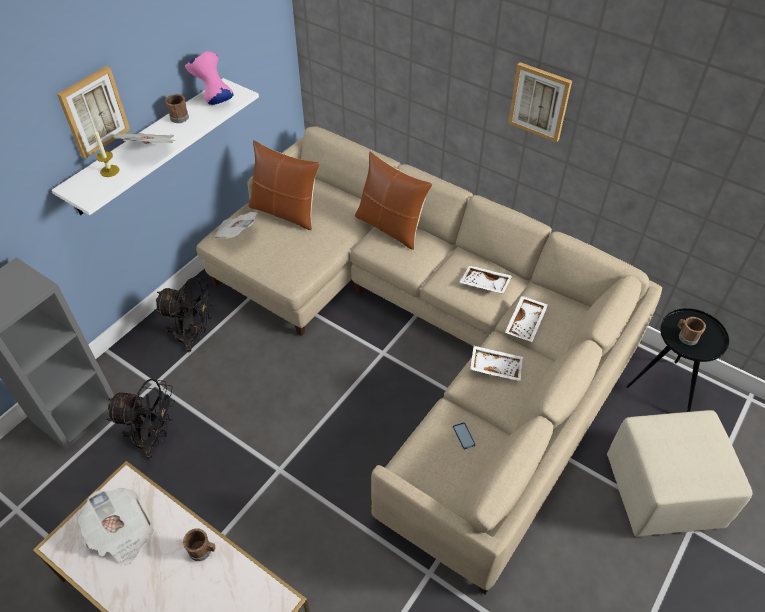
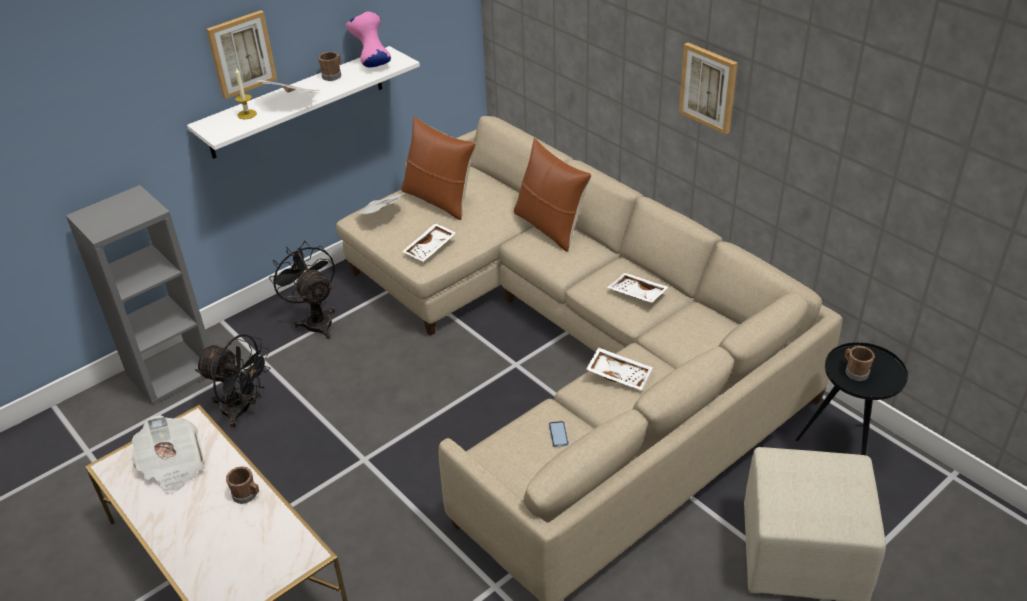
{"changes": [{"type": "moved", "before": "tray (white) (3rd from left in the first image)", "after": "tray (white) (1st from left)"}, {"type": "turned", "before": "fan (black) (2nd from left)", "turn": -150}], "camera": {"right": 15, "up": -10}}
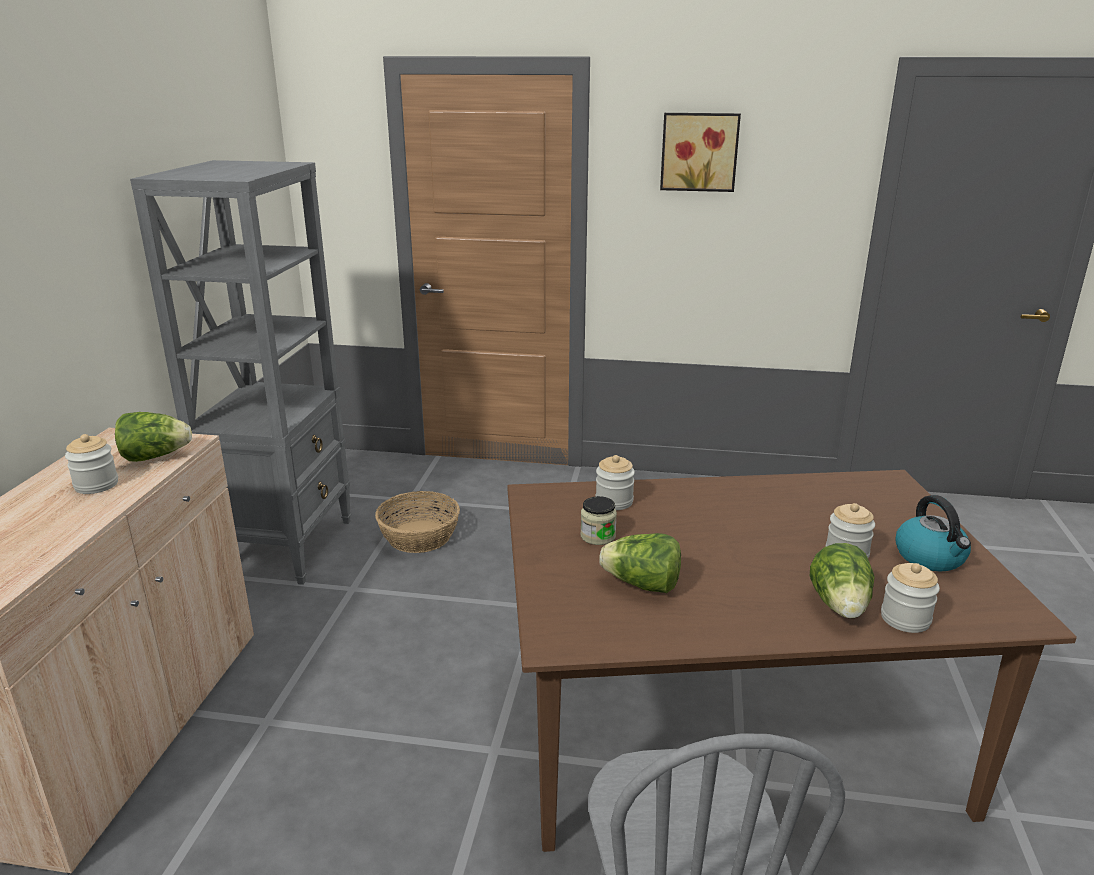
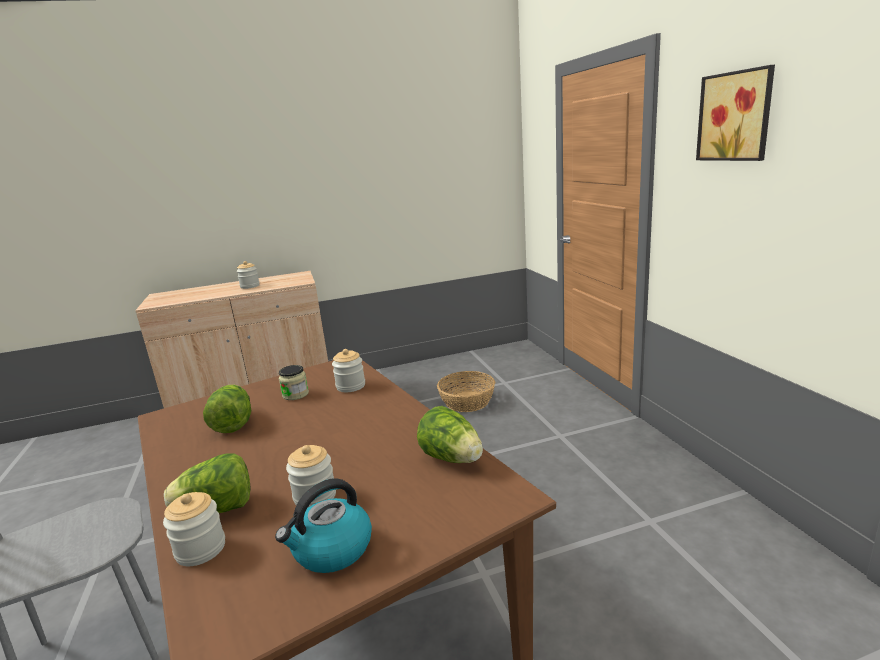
{"changes": [{"type": "removed", "before": "bookcase (grey)"}, {"type": "moved", "before": "lettuce (1st from left in the first image)", "after": "lettuce (3rd from left)"}], "camera": {"right": 65, "up": -5}}
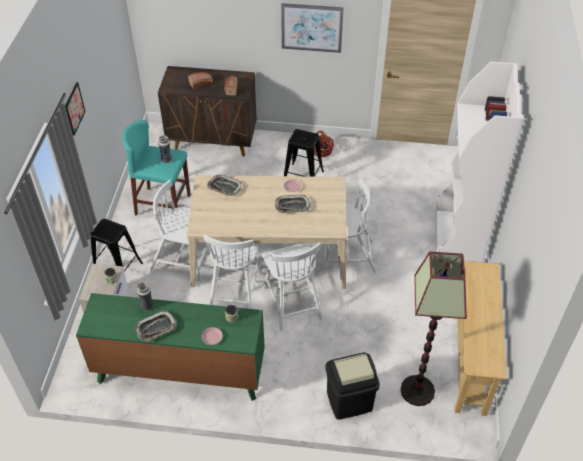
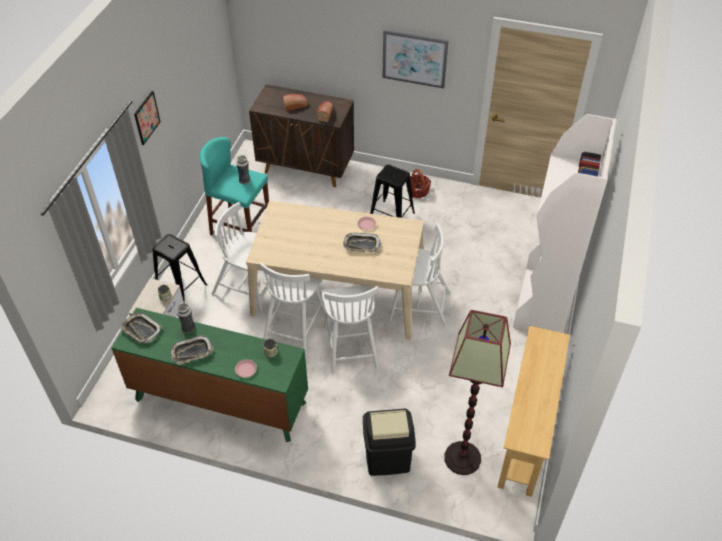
{"changes": [{"type": "moved", "before": "tray (2nd from left in the first image)", "after": "tray (1st from left)"}], "camera": {"right": 10, "up": 0}}
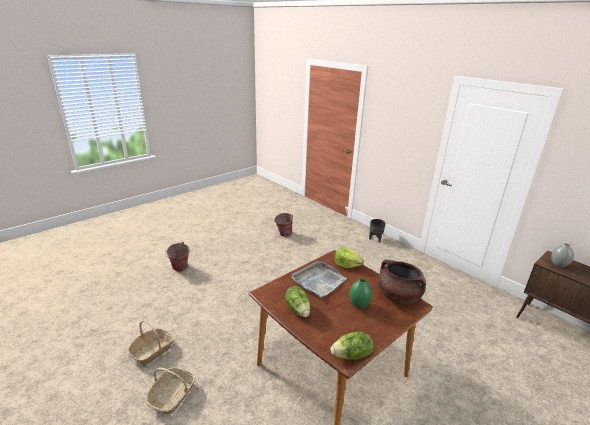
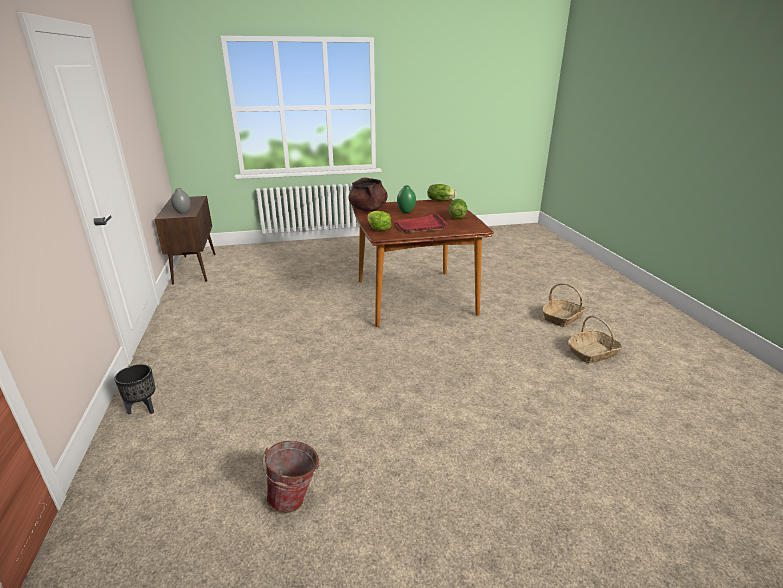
{"changes": [{"type": "removed", "before": "bucket (1st from left)"}, {"type": "recoloured", "before": "tray (grey)", "after": "tray (red)"}], "camera": {"right": -150, "up": 0}}
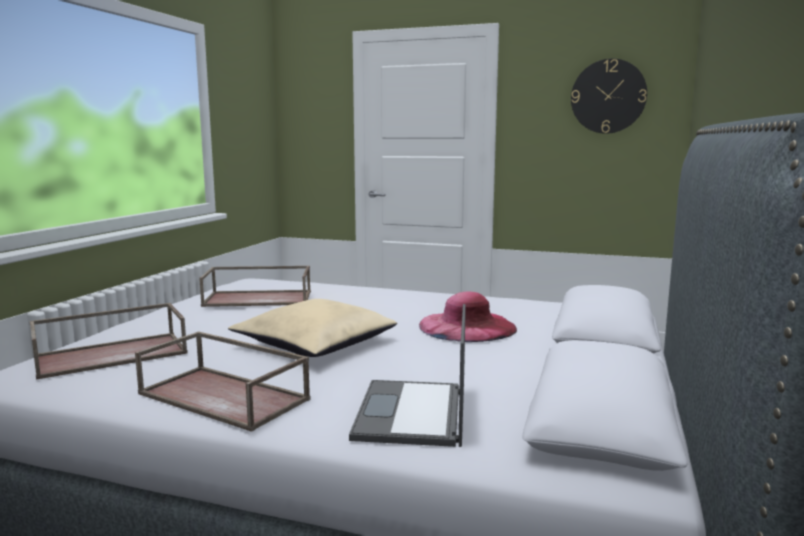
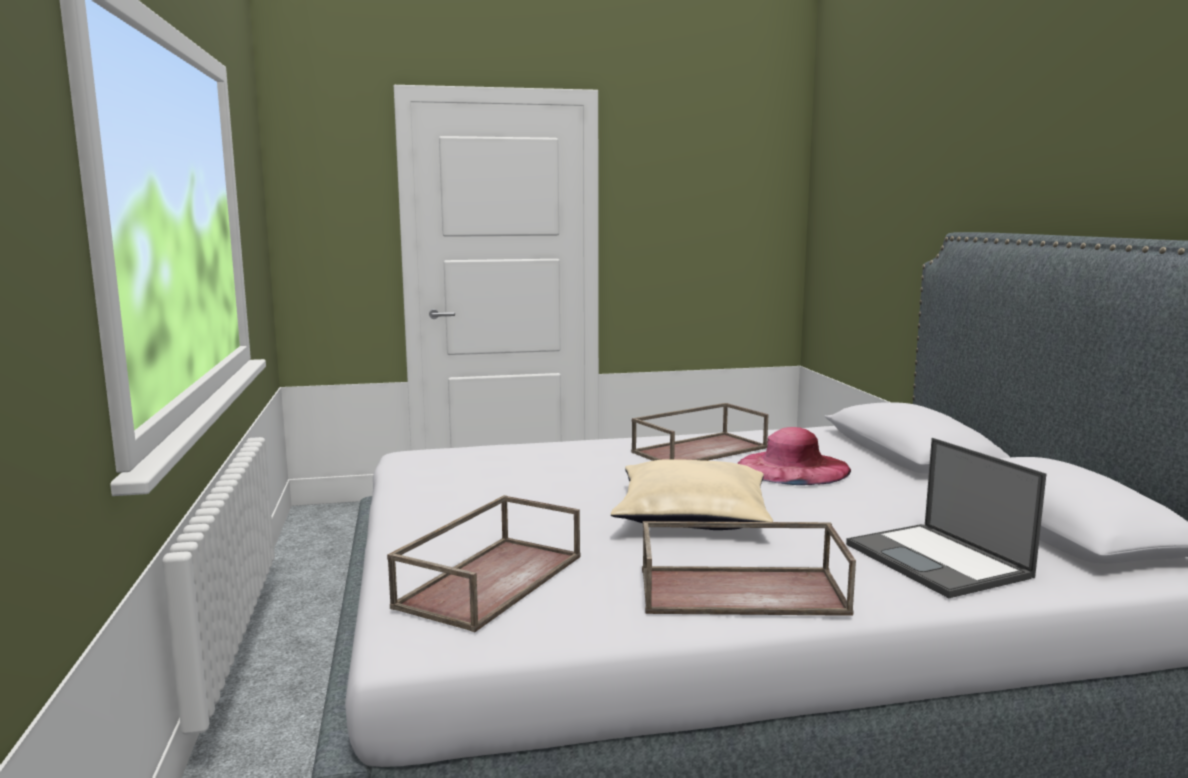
{"changes": [{"type": "removed", "before": "wall clock"}, {"type": "moved", "before": "tray (brown) (3rd from left in the first image)", "after": "tray (brown) (2nd from left)"}], "camera": {"right": -30, "up": 0}}
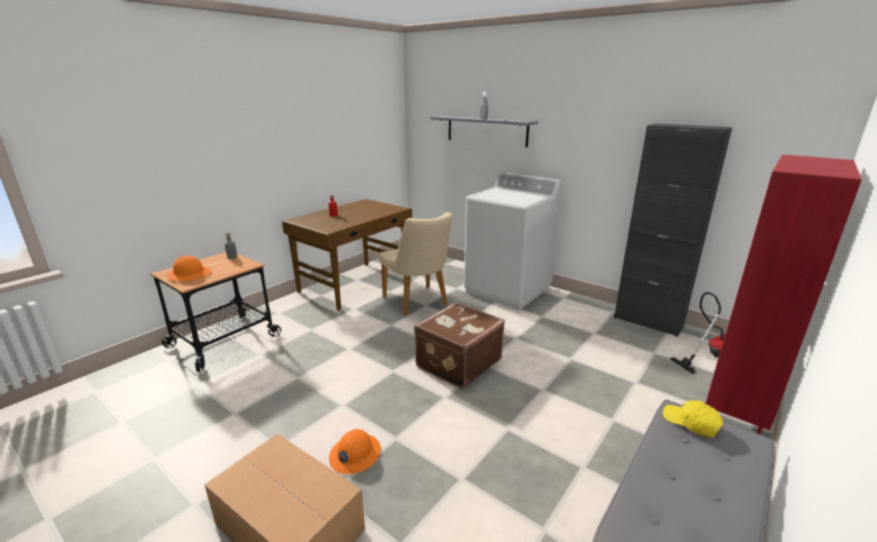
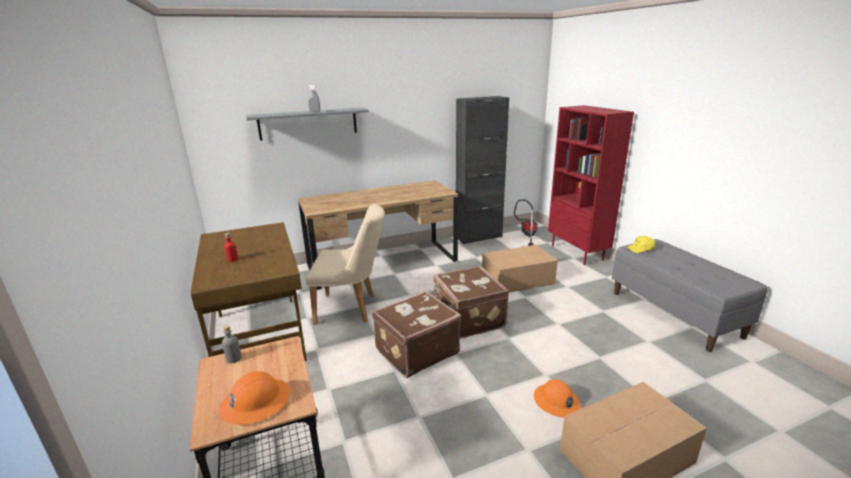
{"changes": [{"type": "added", "after": "suitcase (brown) (1st from left)"}, {"type": "added", "after": "cardboard box (1st from left)"}, {"type": "replaced", "before": "washing machine (white)", "after": "desk (brown) (2nd from left)"}], "camera": {"right": -60, "up": 0}}
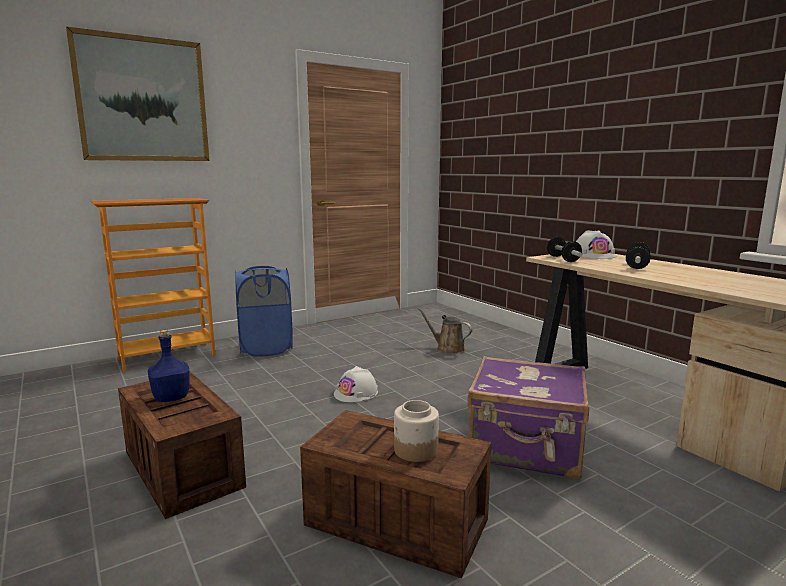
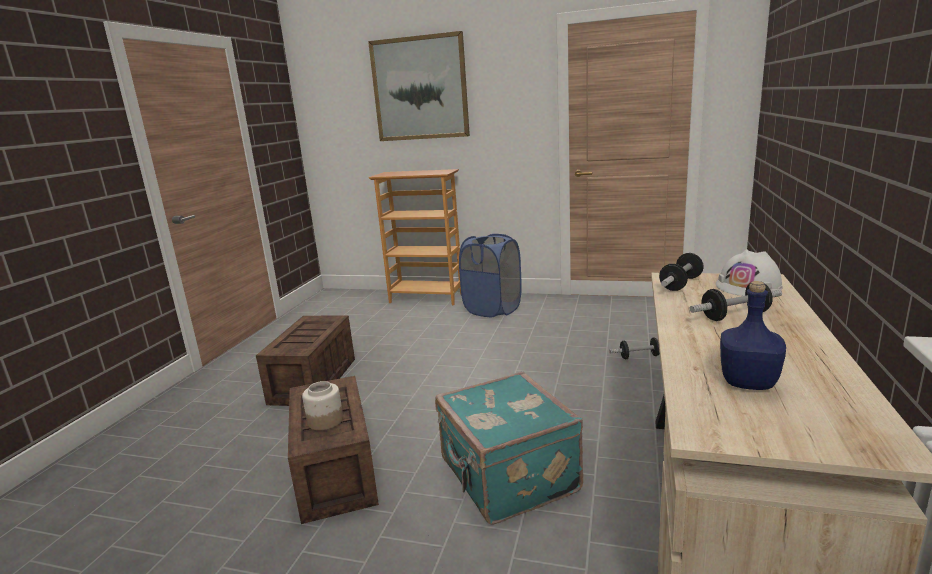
{"changes": [{"type": "removed", "before": "hard hat (white) (1st from left)"}, {"type": "moved", "before": "bottle (blue)"}, {"type": "replaced", "before": "watering can (brown)", "after": "dumbbell (1st from left)"}, {"type": "recoloured", "before": "suitcase (purple)", "after": "suitcase (turquoise)"}], "camera": {"right": 50, "up": 5}}
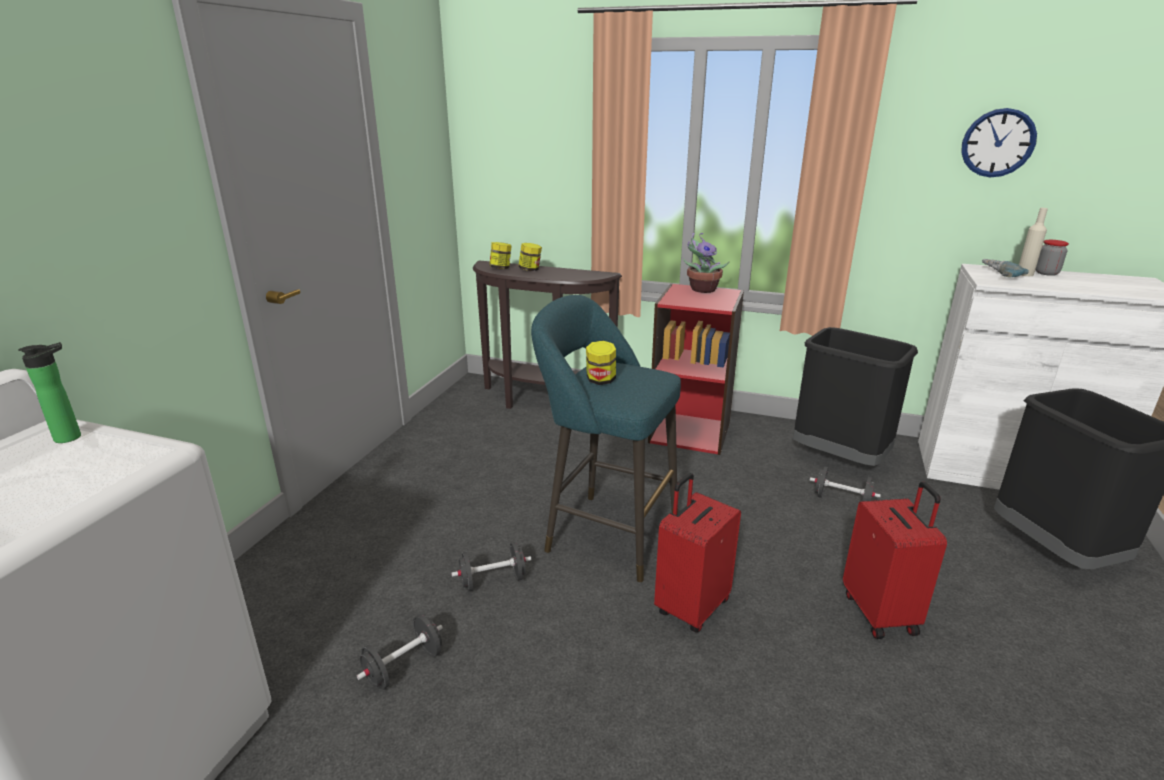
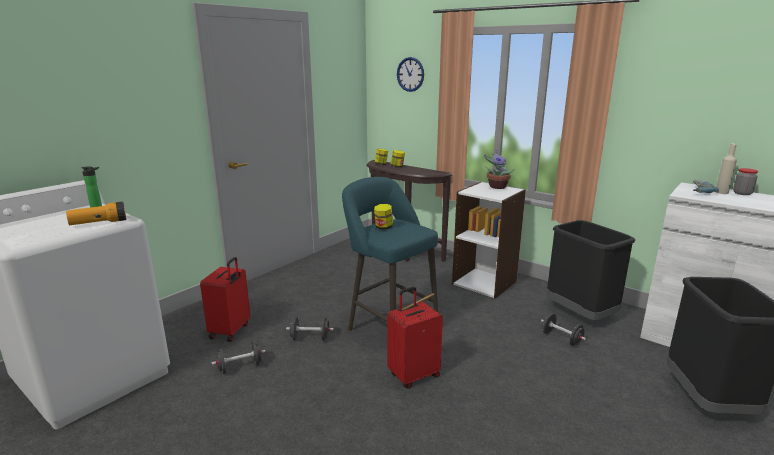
{"changes": [{"type": "added", "after": "flashlight"}, {"type": "moved", "before": "suitcase (red) (2nd from left in the first image)", "after": "suitcase (red) (1st from left)"}, {"type": "moved", "before": "wall clock"}, {"type": "recoloured", "before": "bookcase (red)", "after": "bookcase (white)"}], "camera": {"right": 20, "up": -5}}
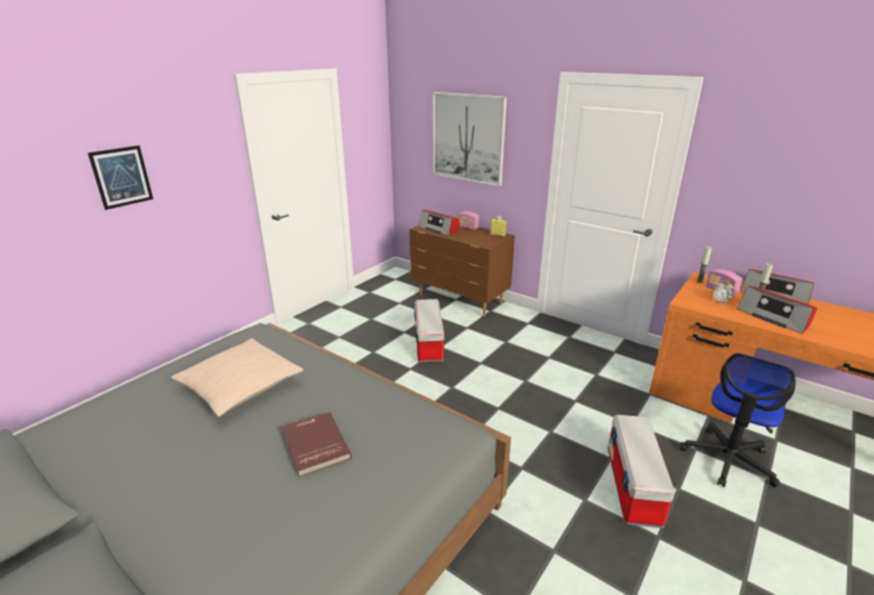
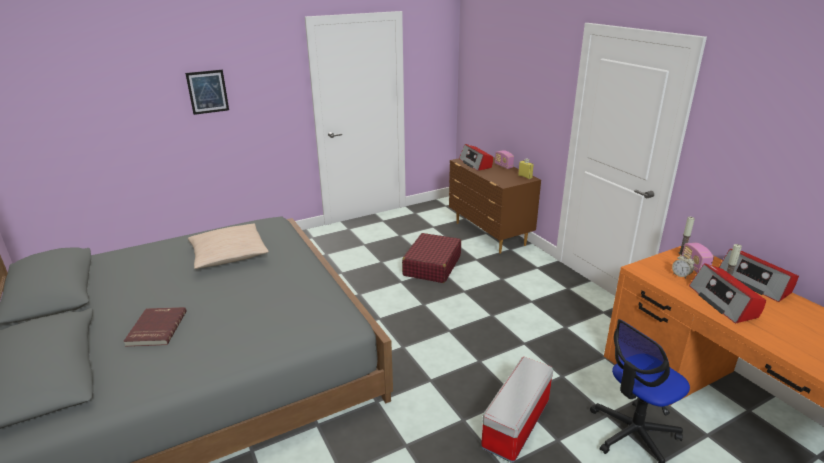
{"changes": [{"type": "removed", "before": "picture (2nd from left)"}, {"type": "moved", "before": "book (red)"}, {"type": "replaced", "before": "storage box (1st from left)", "after": "suitcase (red)"}], "camera": {"right": 25, "up": 0}}
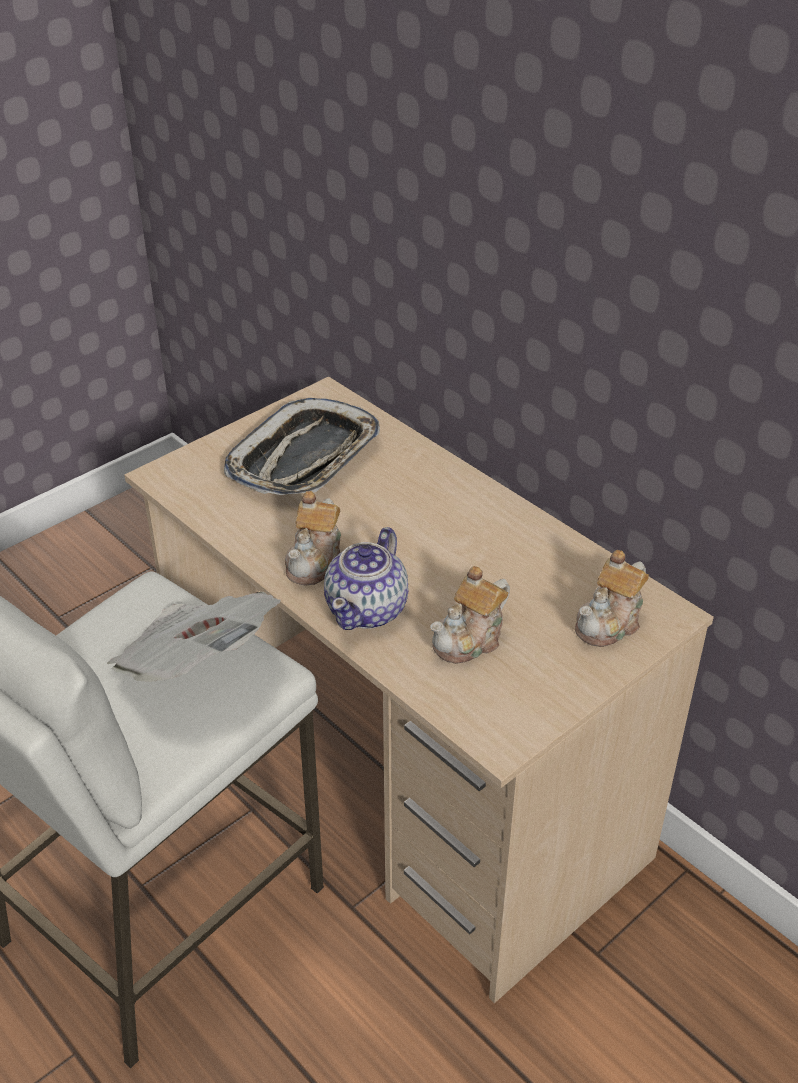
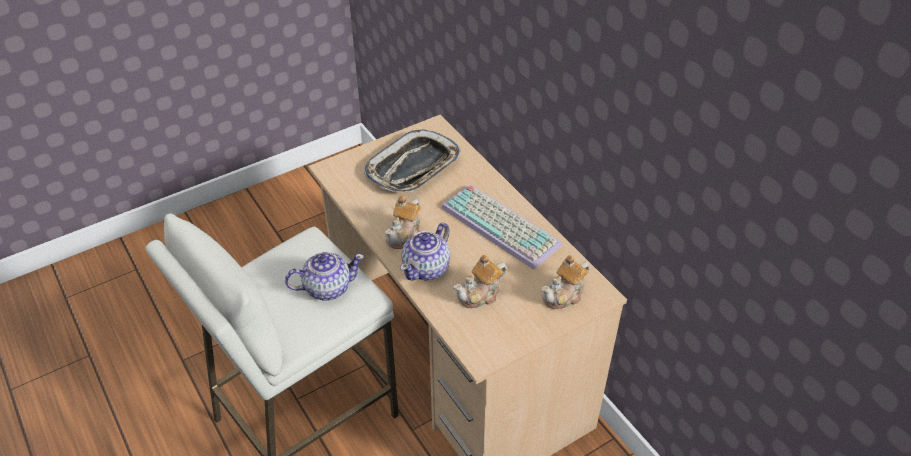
{"changes": [{"type": "added", "after": "keyboard"}, {"type": "replaced", "before": "newspaper", "after": "teapot (1st from left)"}], "camera": {"right": 10, "up": 5}}
